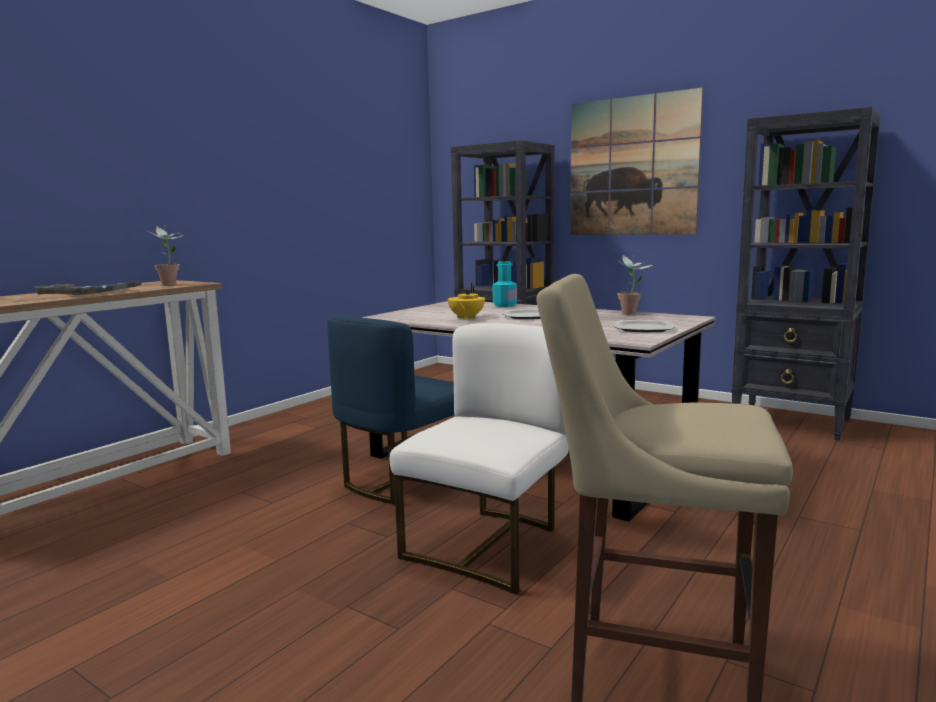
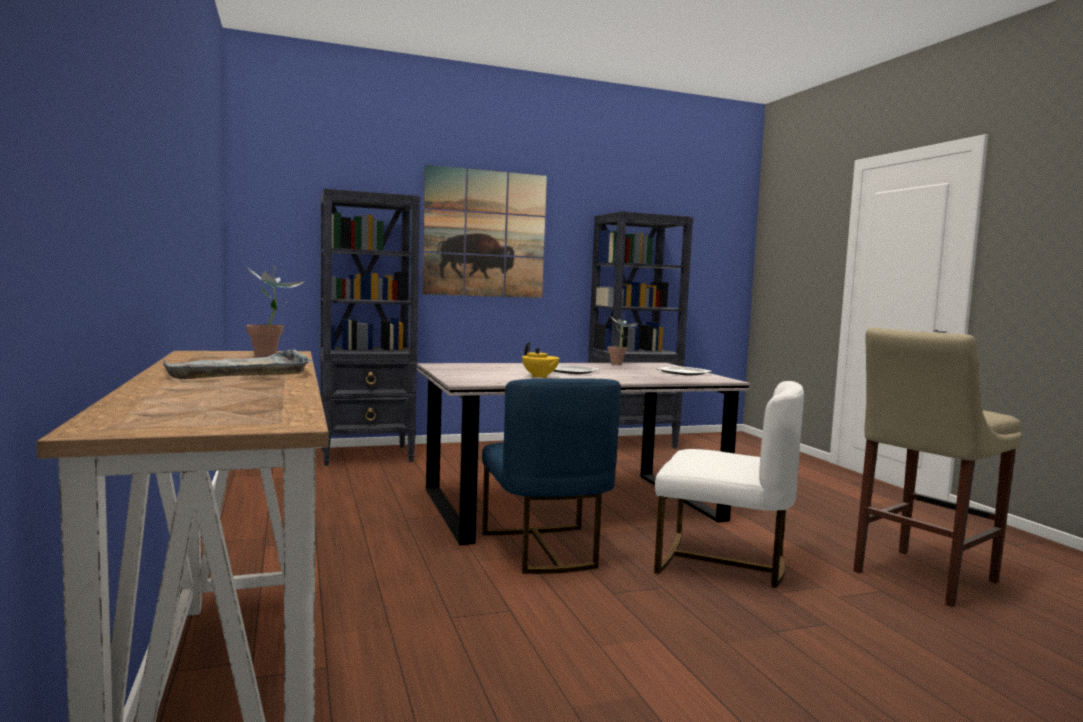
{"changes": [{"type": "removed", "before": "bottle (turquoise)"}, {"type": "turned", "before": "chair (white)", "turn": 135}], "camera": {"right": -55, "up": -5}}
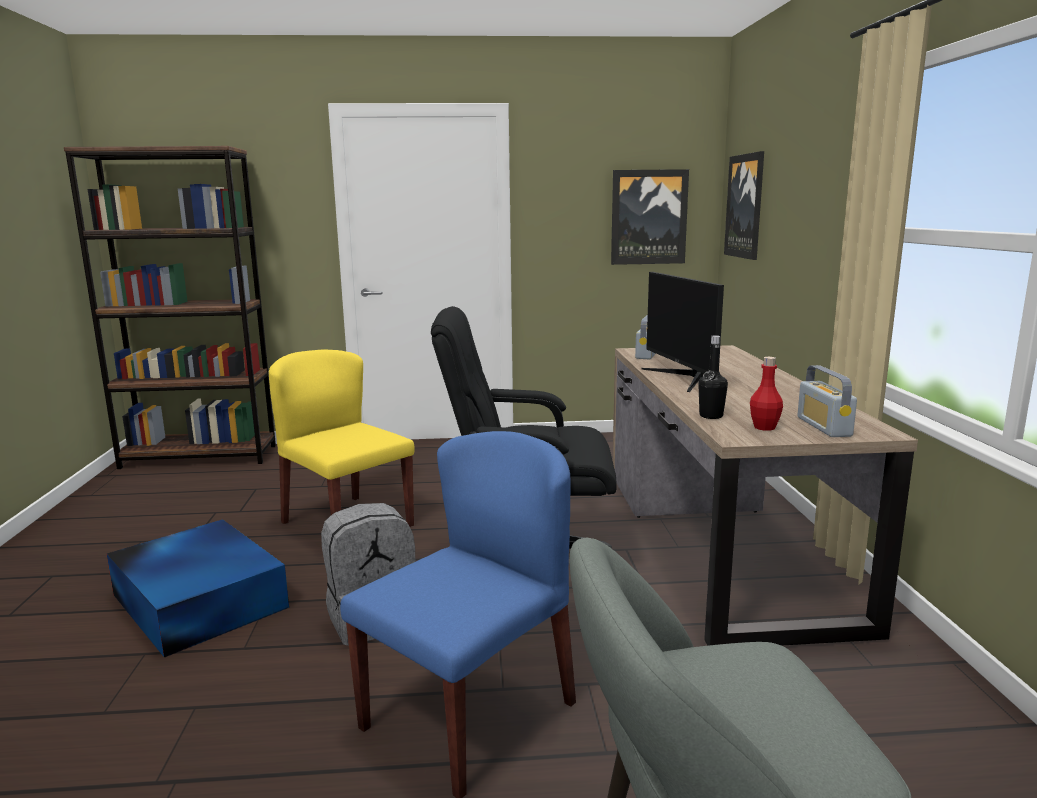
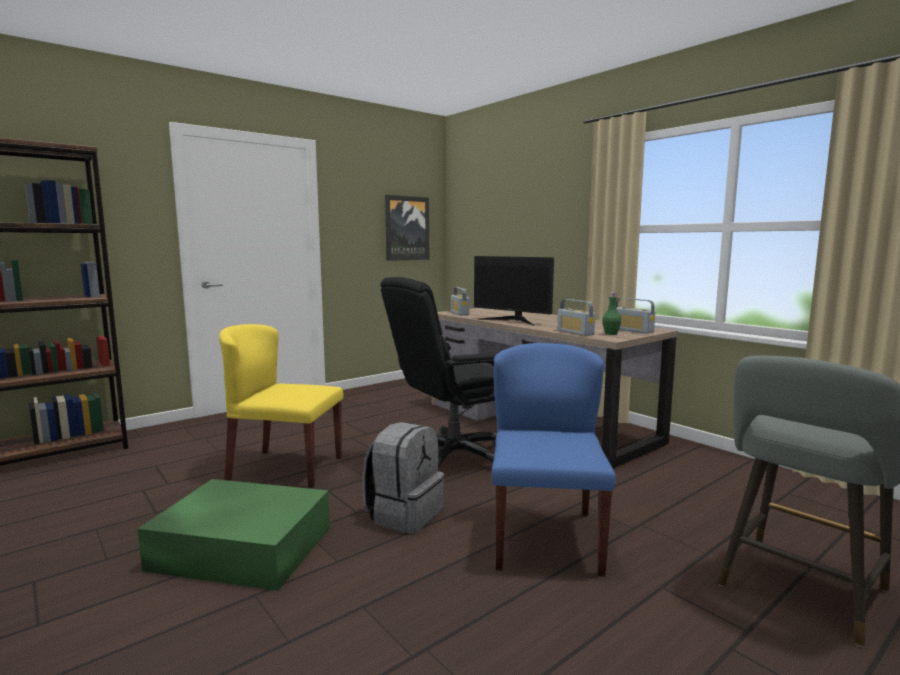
{"changes": [{"type": "removed", "before": "picture (2nd from left)"}, {"type": "replaced", "before": "bottle (black)", "after": "radio (2nd from left)"}, {"type": "recoloured", "before": "storage box (blue)", "after": "storage box (green)"}, {"type": "recoloured", "before": "bottle (red)", "after": "bottle (green)"}], "camera": {"right": -35, "up": -5}}
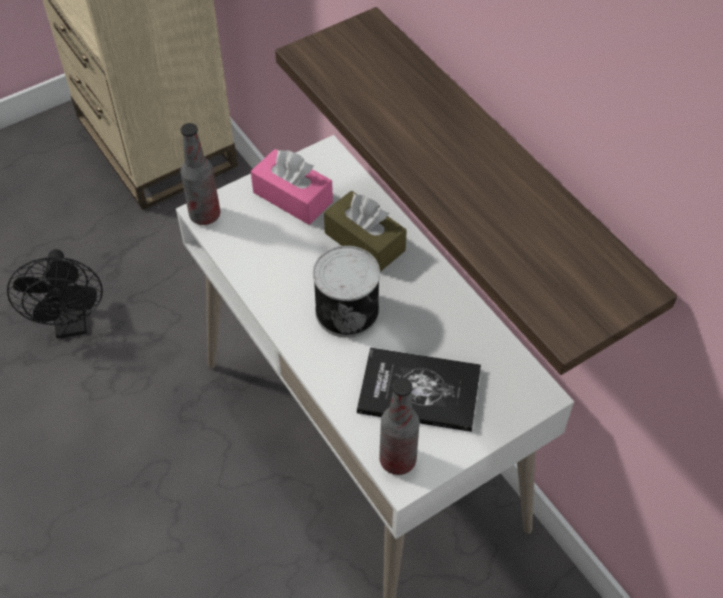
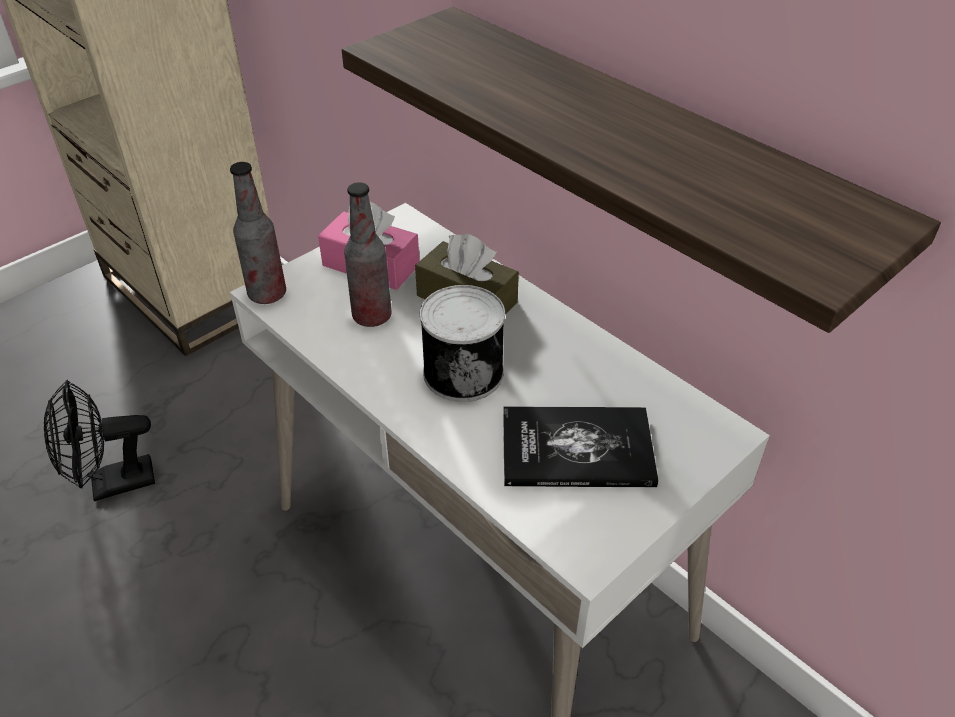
{"changes": [{"type": "moved", "before": "bottle (2nd from left)"}, {"type": "turned", "before": "fan (black)", "turn": 90}], "camera": {"right": -10, "up": -10}}
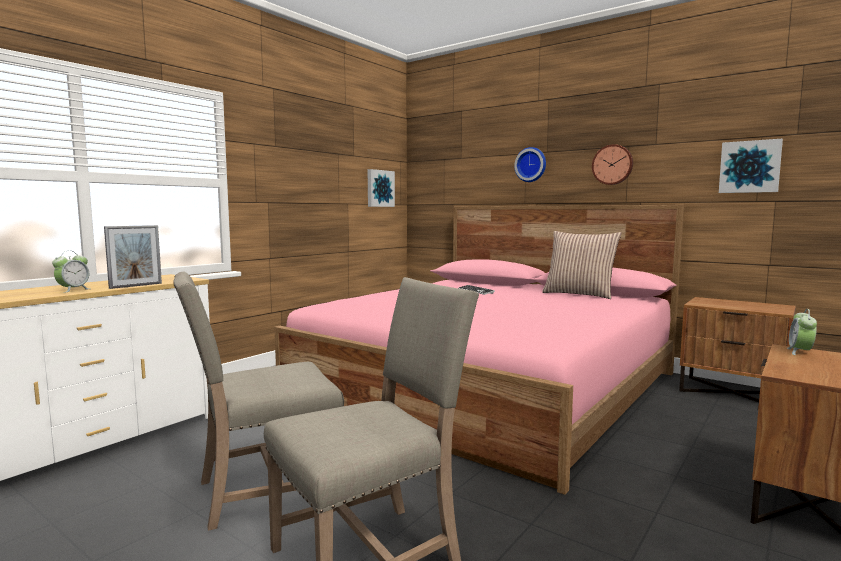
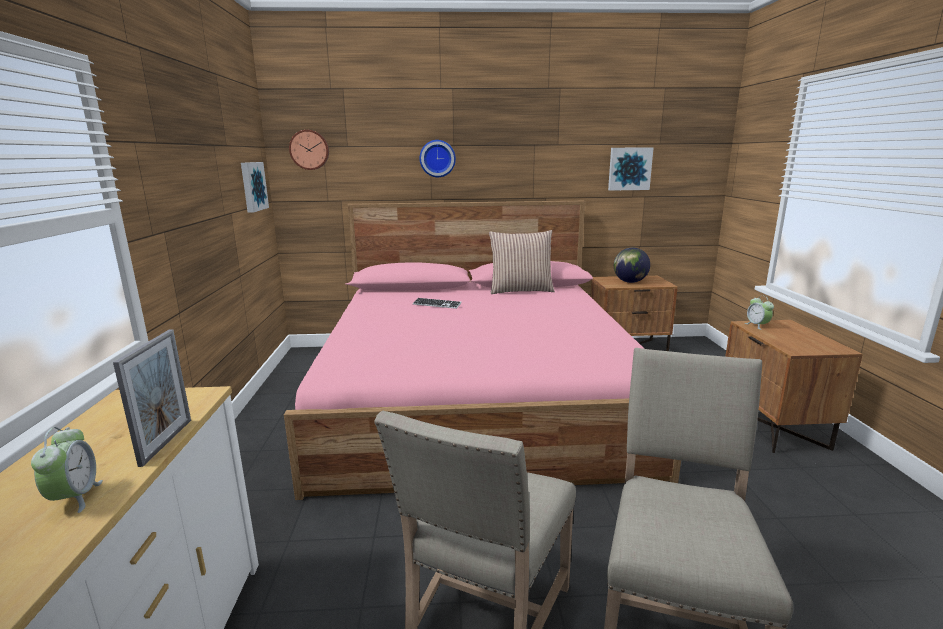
{"changes": [{"type": "added", "after": "globe"}, {"type": "moved", "before": "wall clock (2nd from left in the first image)", "after": "wall clock (1st from left)"}], "camera": {"right": -40, "up": 10}}
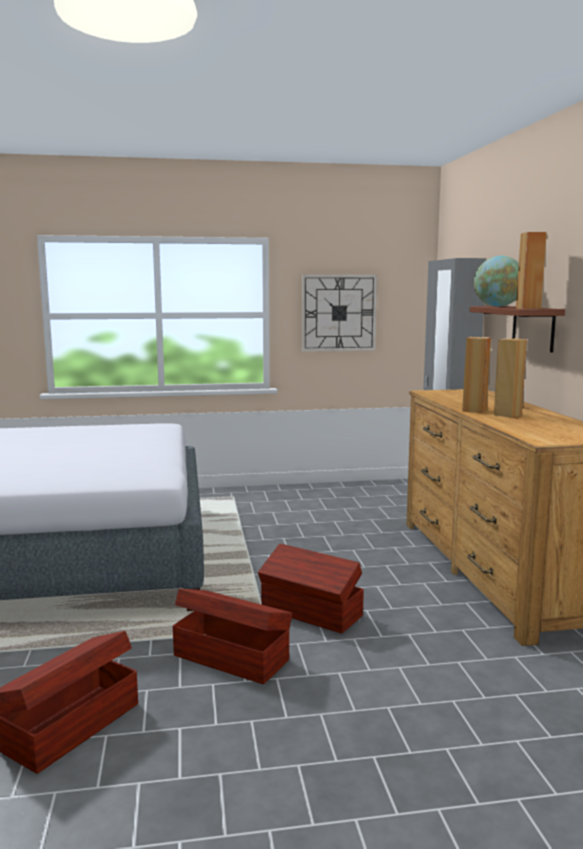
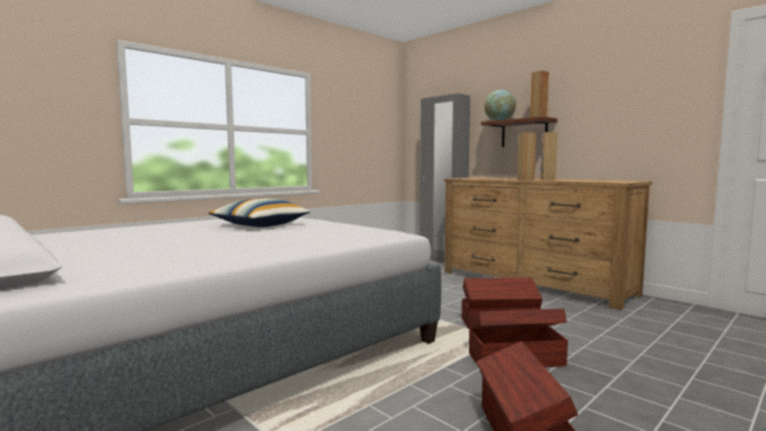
{"changes": [{"type": "removed", "before": "wall clock"}, {"type": "added", "after": "pillow"}], "camera": {"right": -35, "up": -5}}
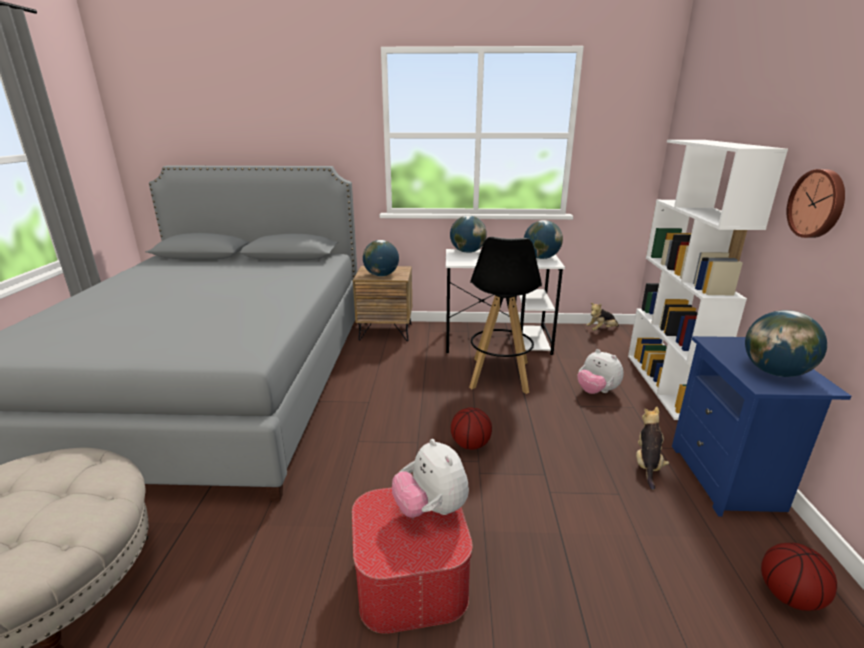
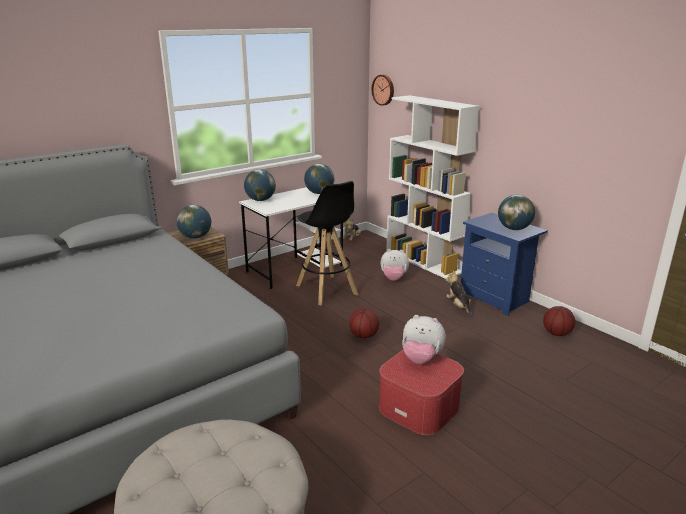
{"changes": [{"type": "moved", "before": "wall clock"}], "camera": {"right": -40, "up": 0}}
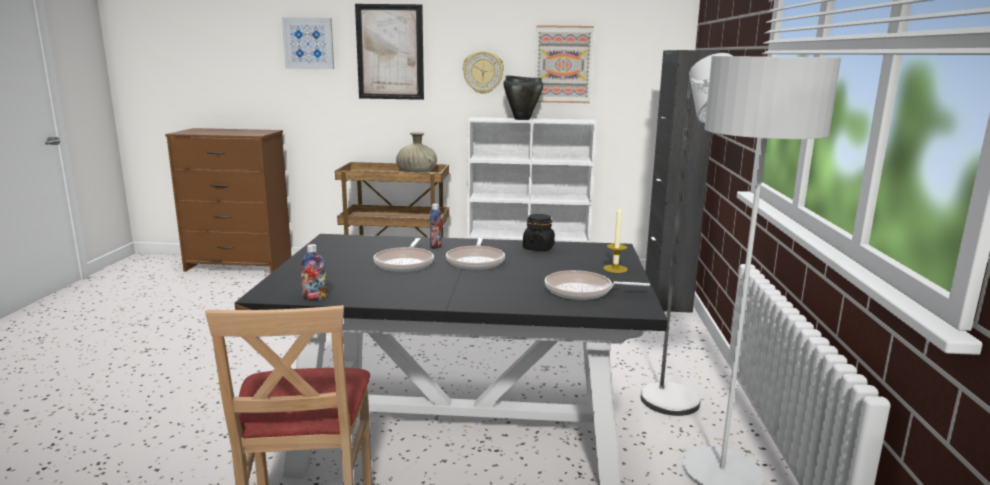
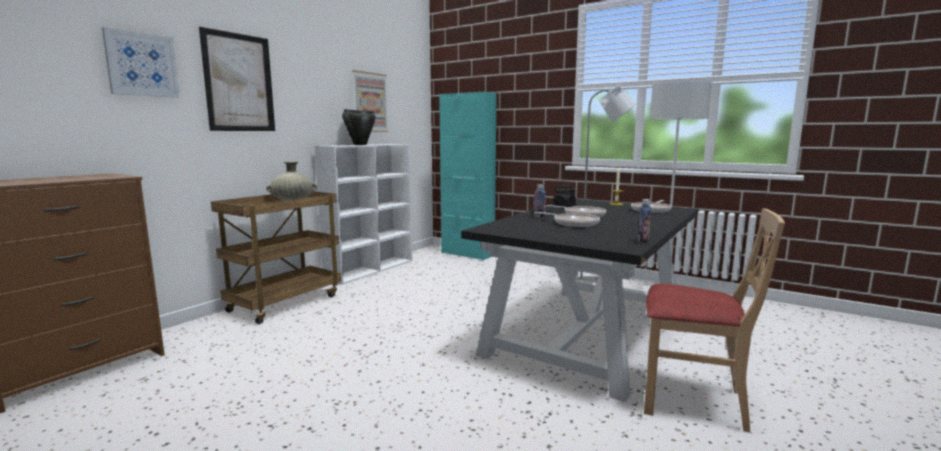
{"changes": [{"type": "removed", "before": "wall clock"}, {"type": "recoloured", "before": "cabinet (black)", "after": "cabinet (turquoise)"}], "camera": {"right": -60, "up": -5}}
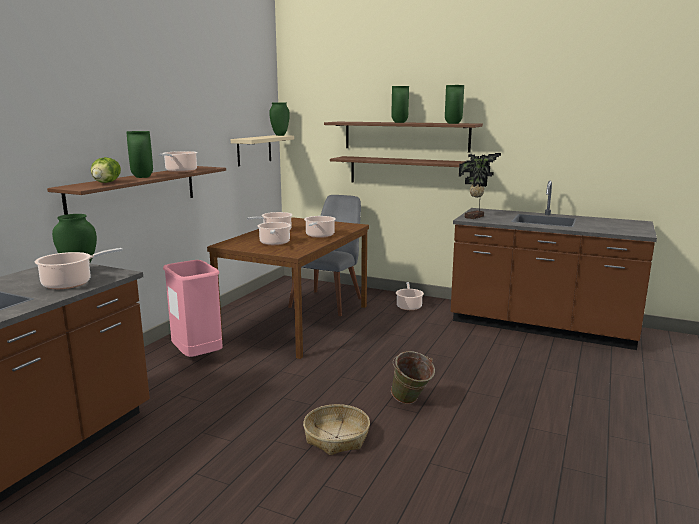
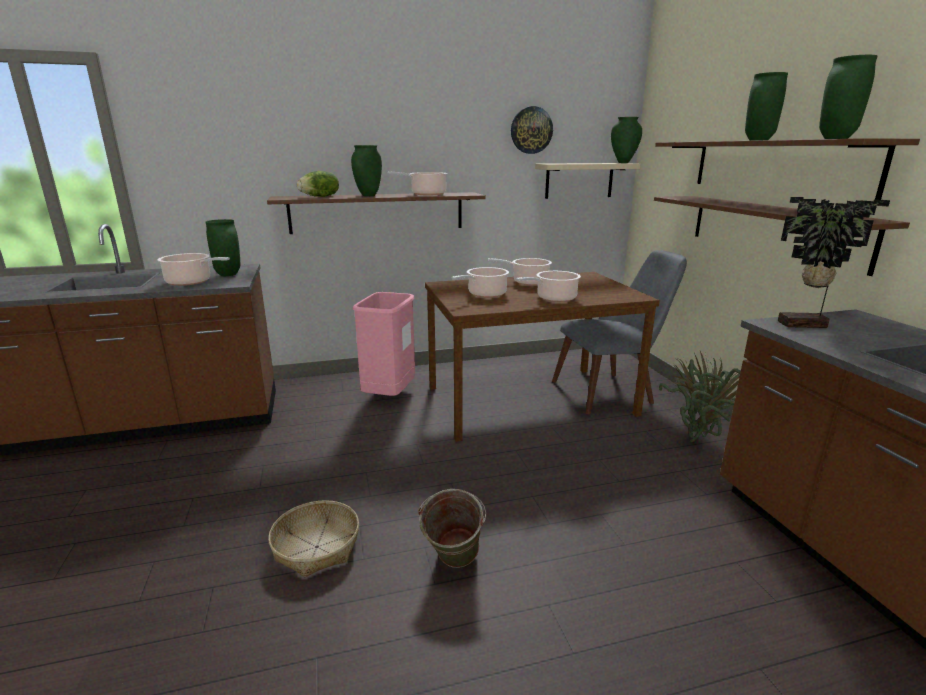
{"changes": [{"type": "added", "after": "wall clock"}, {"type": "replaced", "before": "cooking pot (6th from left)", "after": "potted plant (1st from left)"}], "camera": {"right": 50, "up": 5}}
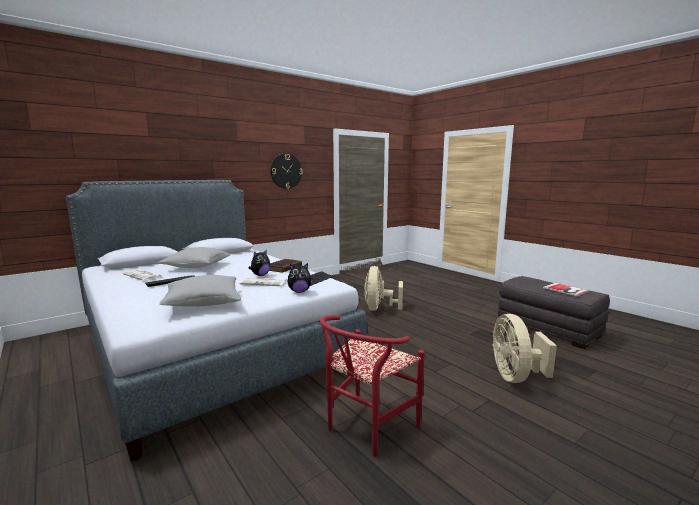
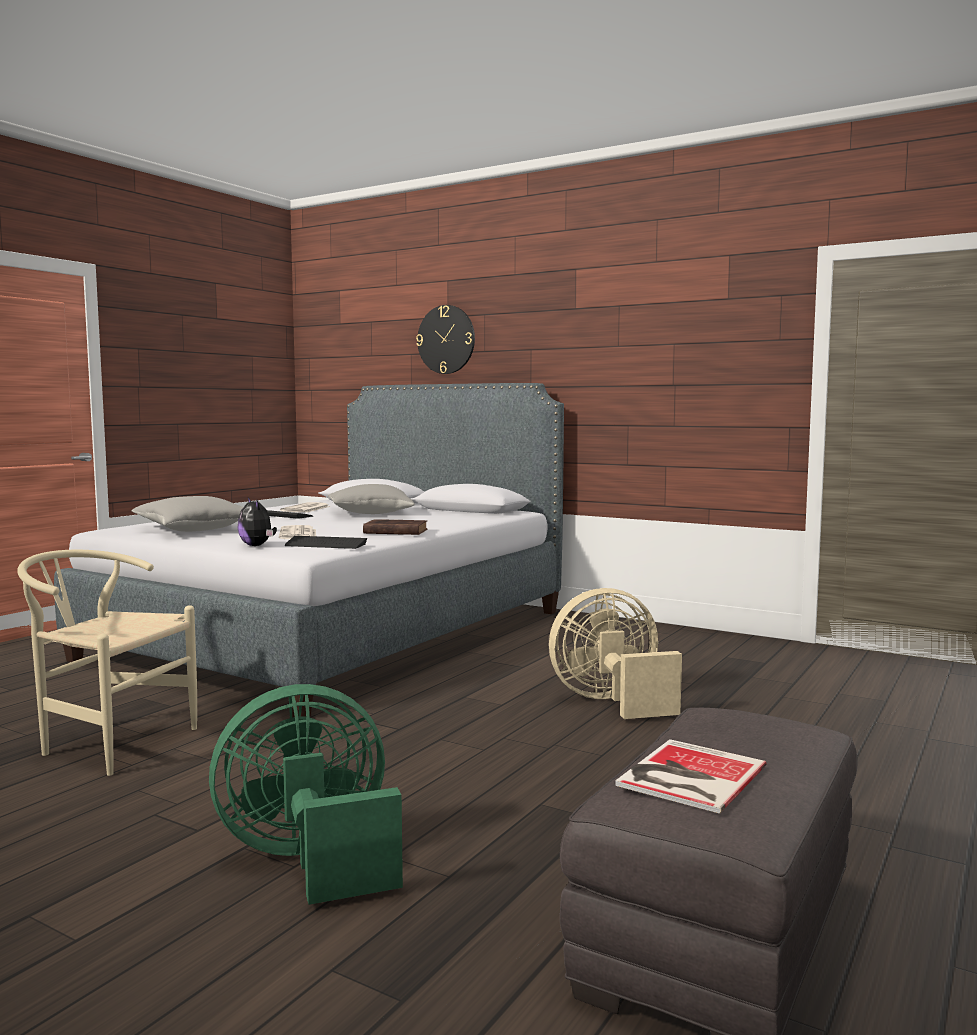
{"changes": [{"type": "removed", "before": "plush toy (1st from left)"}, {"type": "moved", "before": "wall clock"}, {"type": "recoloured", "before": "chair (red)", "after": "chair (beige)"}, {"type": "recoloured", "before": "fan (beige) (2nd from left)", "after": "fan (green)"}], "camera": {"right": 70, "up": -5}}
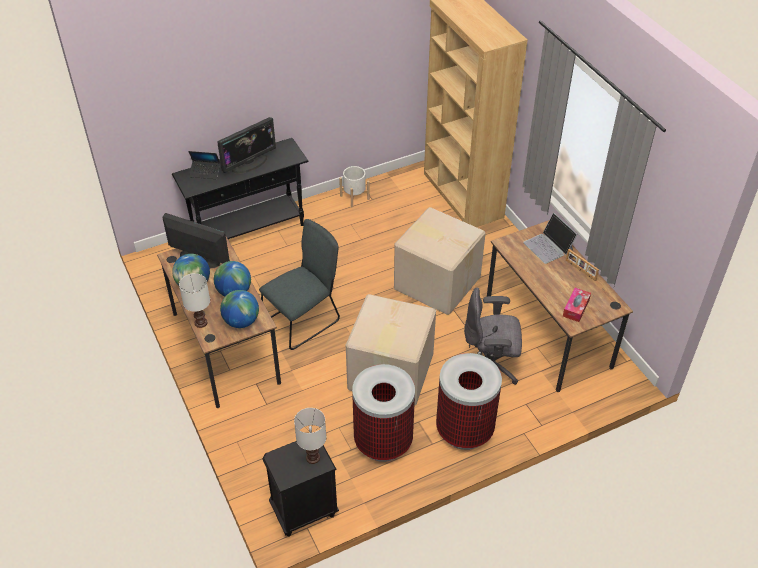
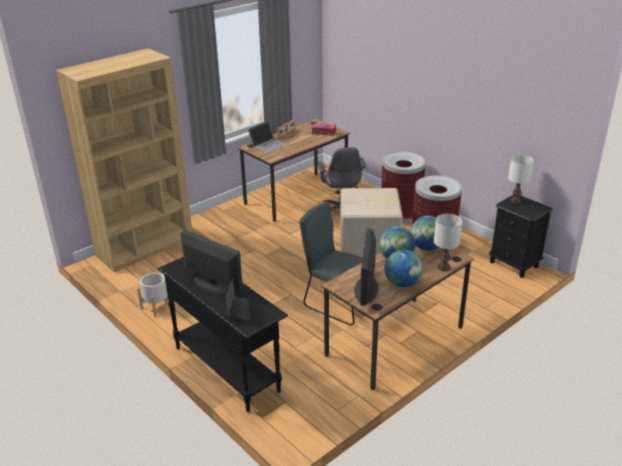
{"changes": [{"type": "removed", "before": "cardboard box (2nd from left)"}], "camera": {"right": -105, "up": -15}}
